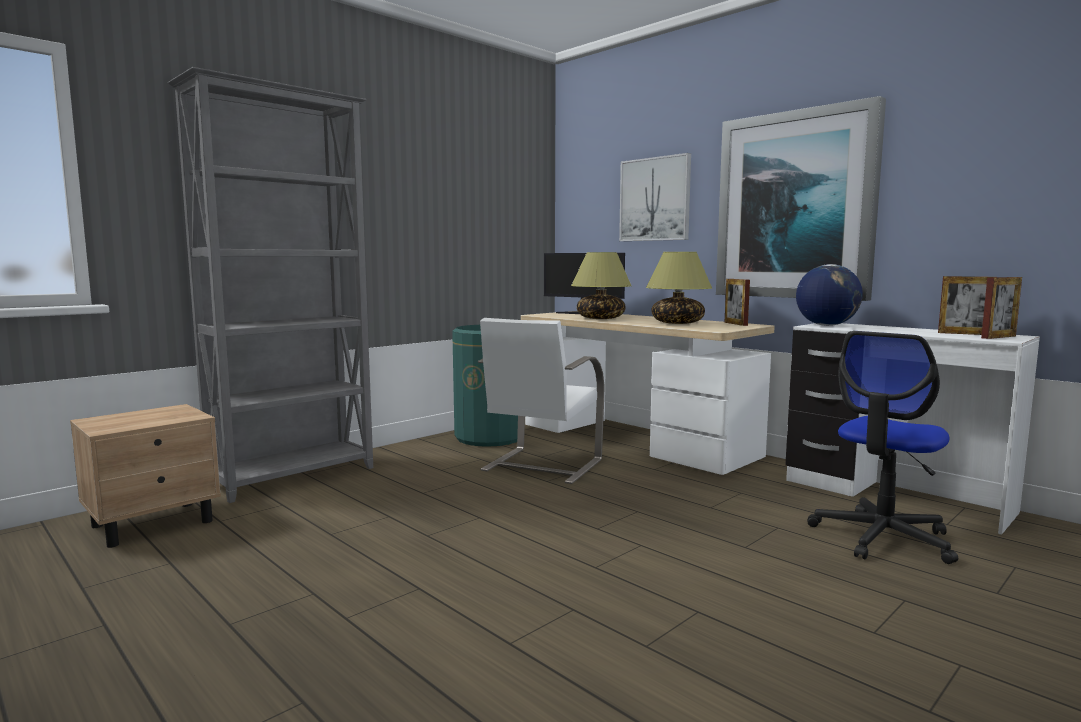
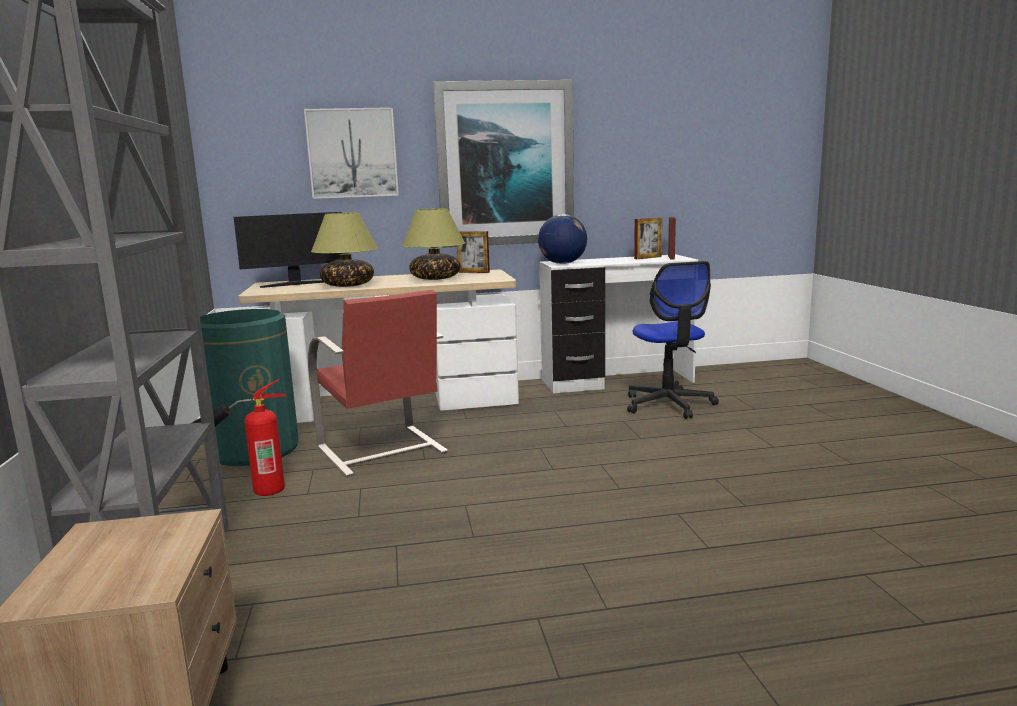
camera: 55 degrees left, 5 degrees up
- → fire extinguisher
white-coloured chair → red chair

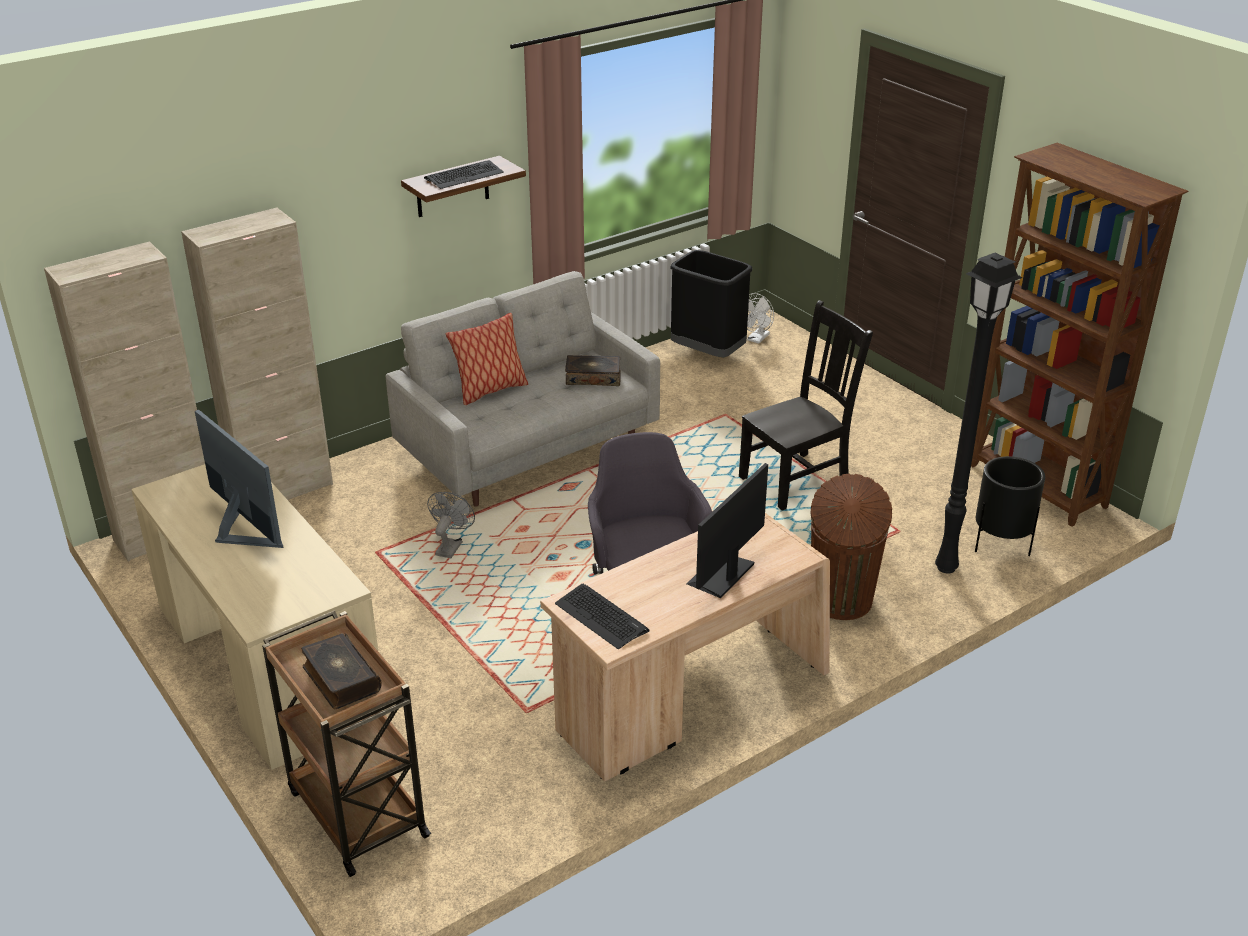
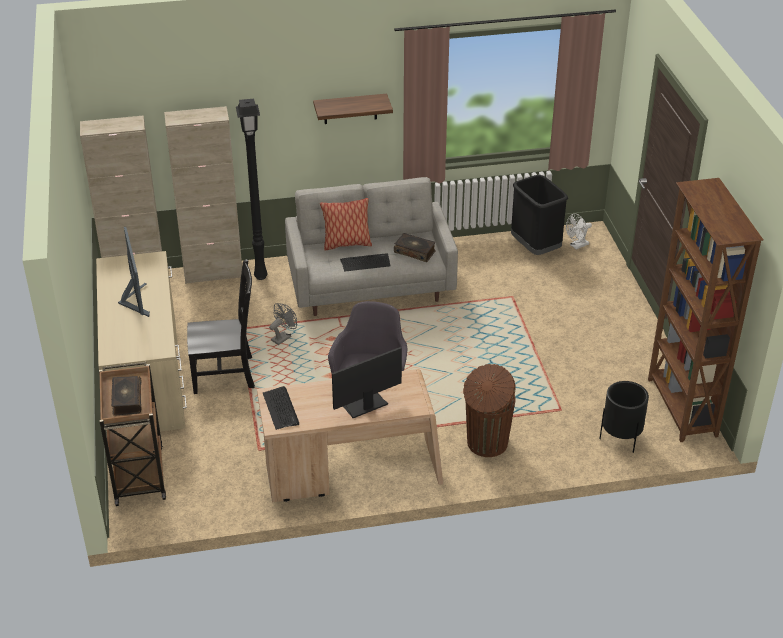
camera: 25 degrees right, 5 degrees up
PC keyboard (1st from left in the first image) → PC keyboard (2nd from left), moved
black chair, moved
black standard lamp, moved

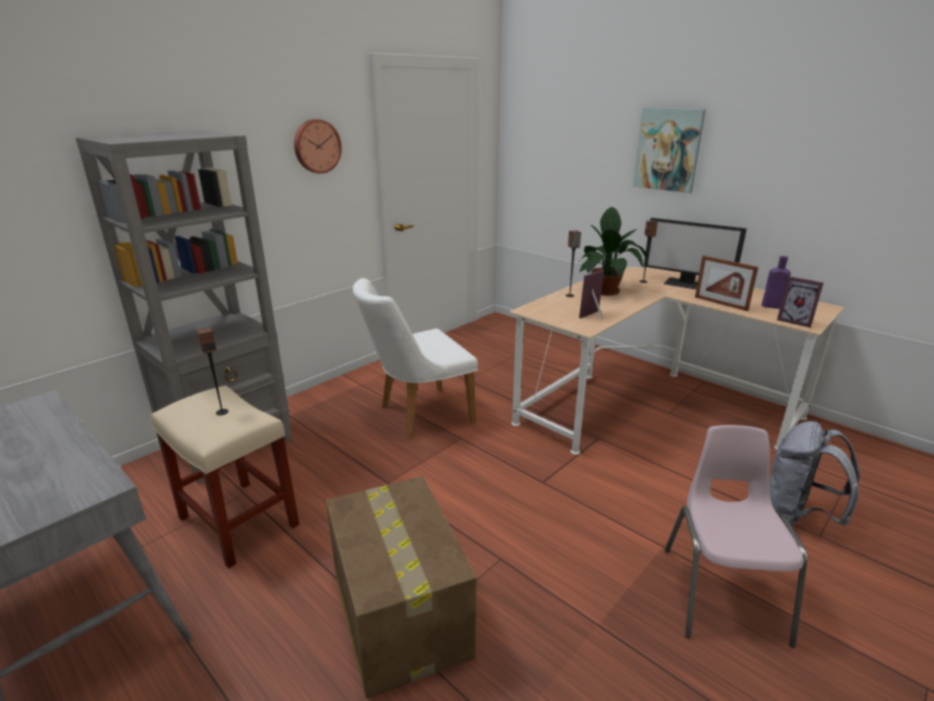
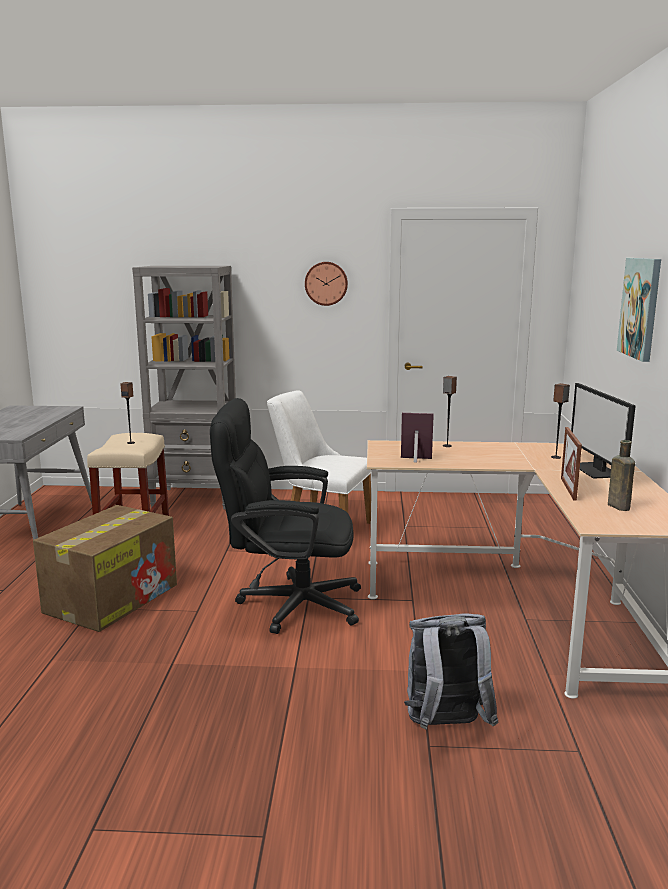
camera: 50 degrees right, 10 degrees down
plant in a pot → -
pinkish chair → -
photo frame (3rd from left) → -
- → black desk chair
purplish beverage bottle → brown beverage bottle

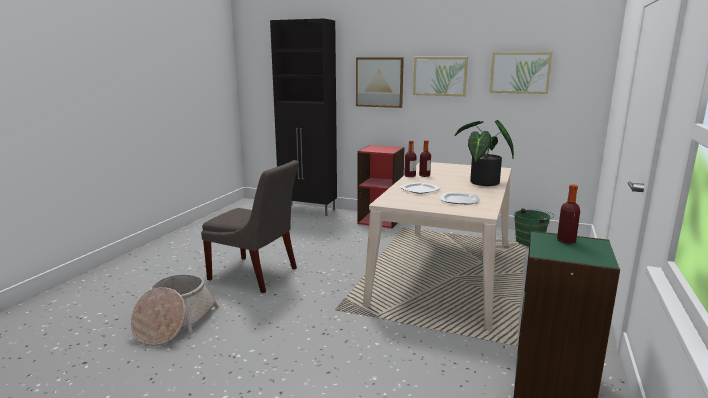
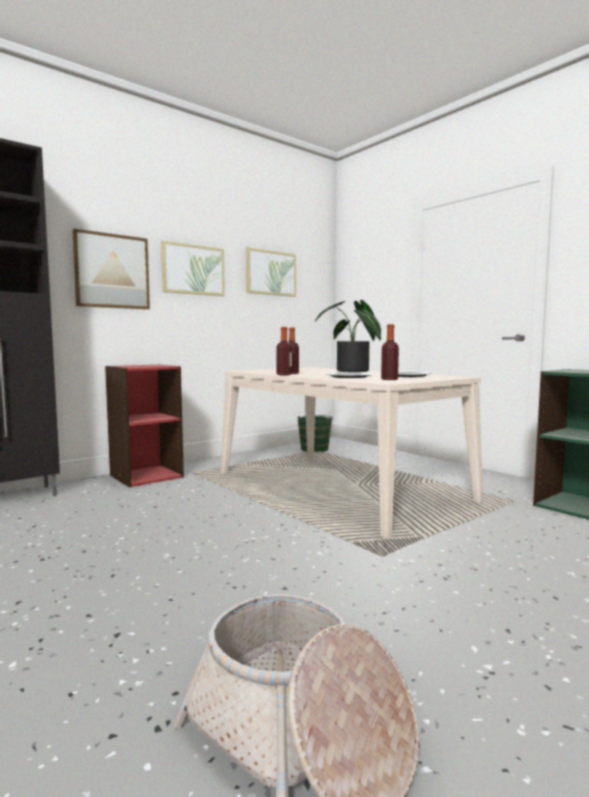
camera: 60 degrees left, 10 degrees down
gray chair → -
beverage bottle (3rd from left), moved

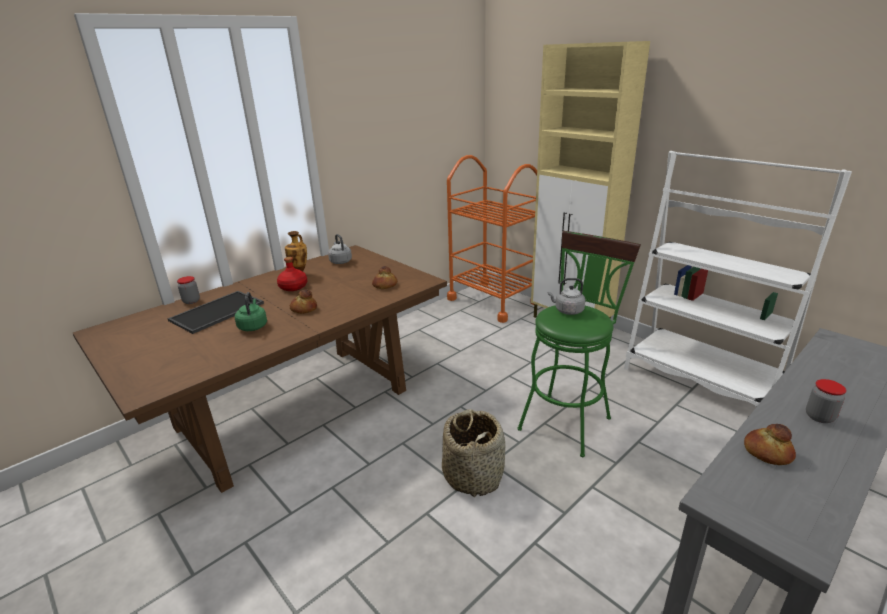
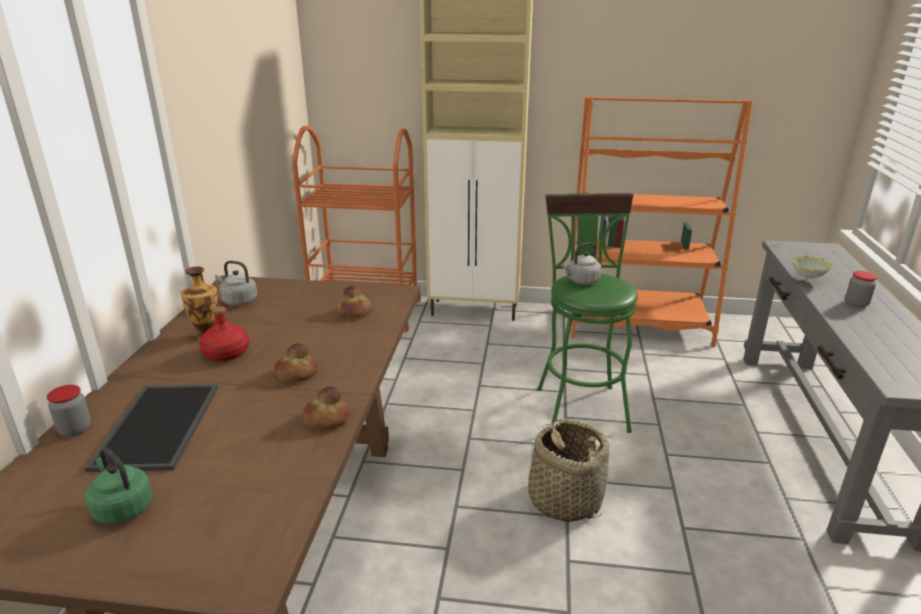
camera: 40 degrees left, 0 degrees up
- → deep dish
green-coloured tea kettle, moved
bakery bread (3rd from left in the first image) → bakery bread (2nd from left), moved
white-coloured shelving unit → orange-coloured shelving unit

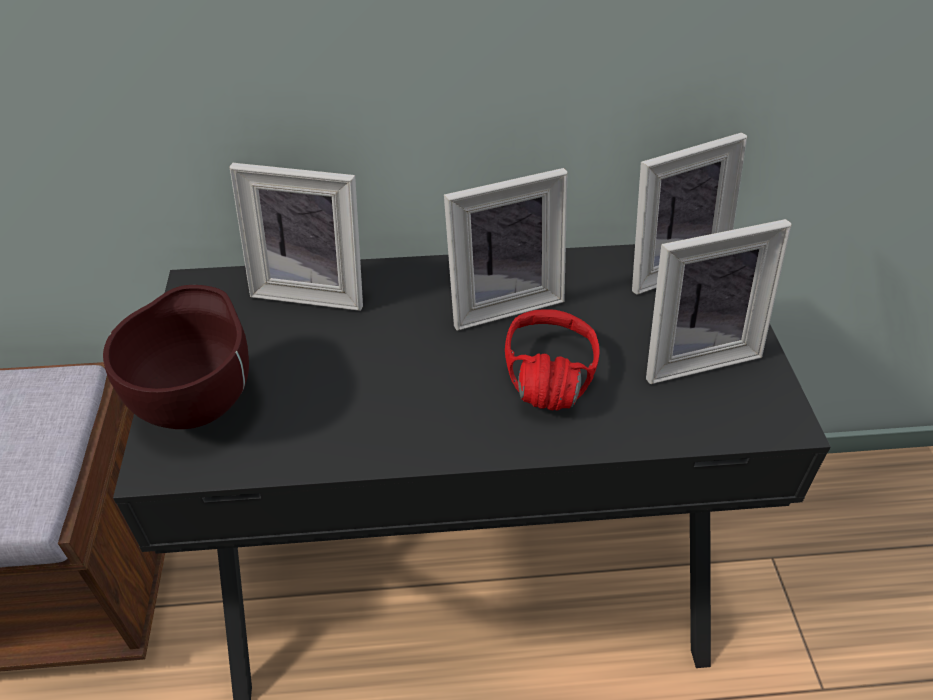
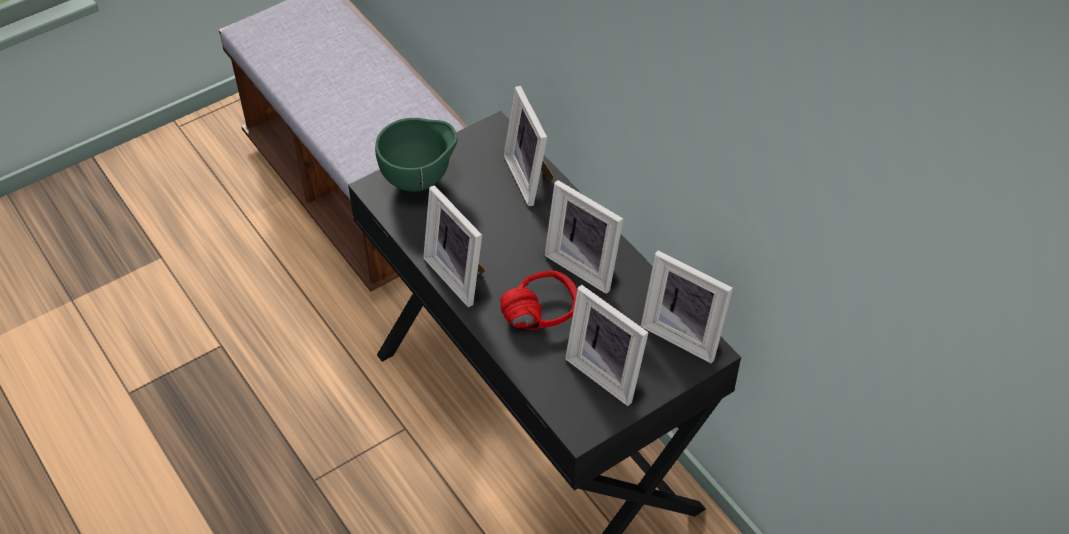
camera: 60 degrees right, 5 degrees up
- → photo frame (1st from left)
brown deep dish → green-coloured deep dish

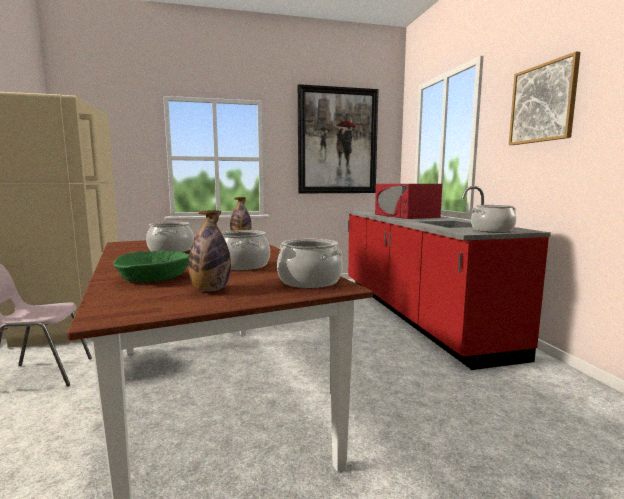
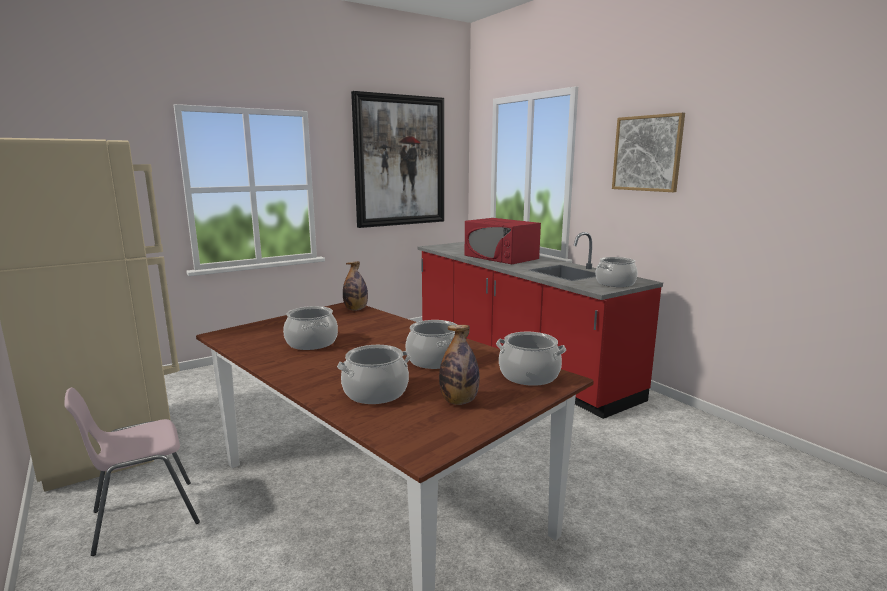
camera: 20 degrees left, 5 degrees up
green-coloured deep dish → stockpot (2nd from left)

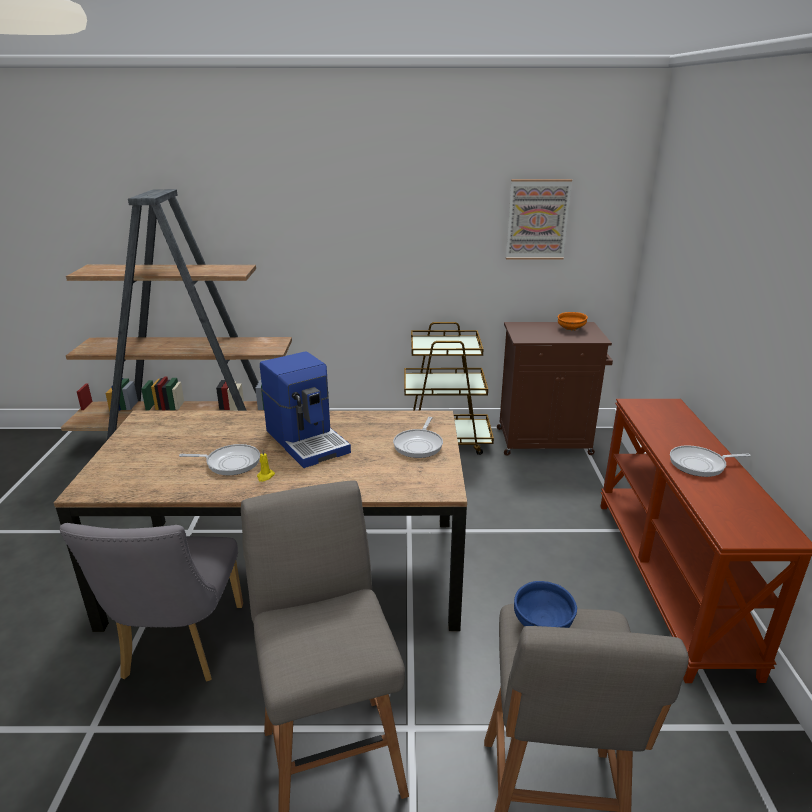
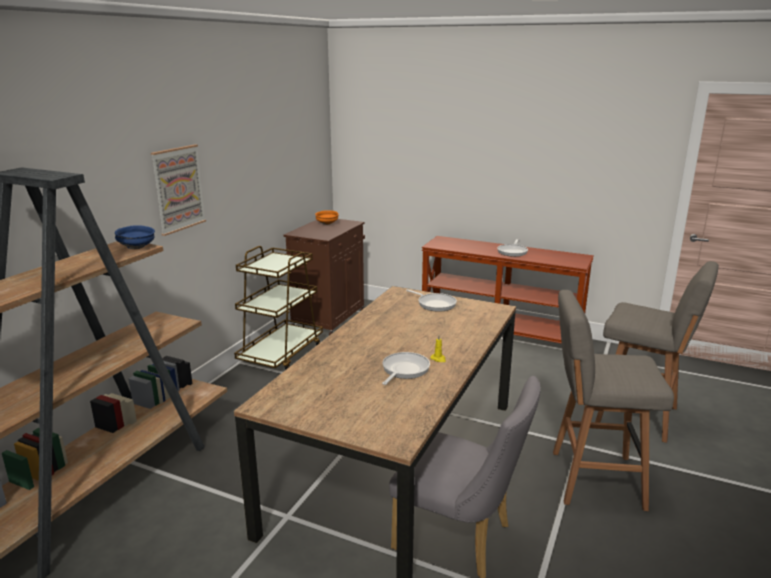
camera: 65 degrees left, 5 degrees down
coffee brewer → -
picture, moved
bluish deep dish, moved

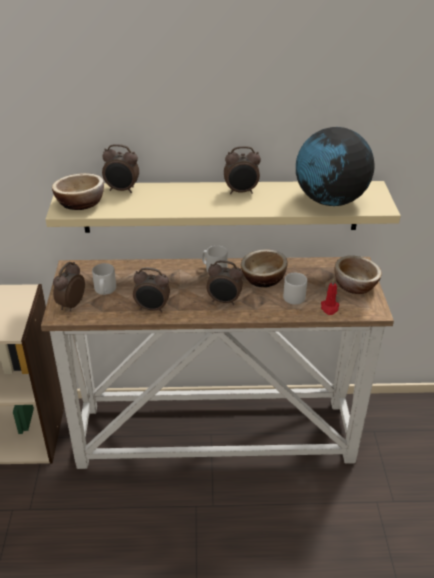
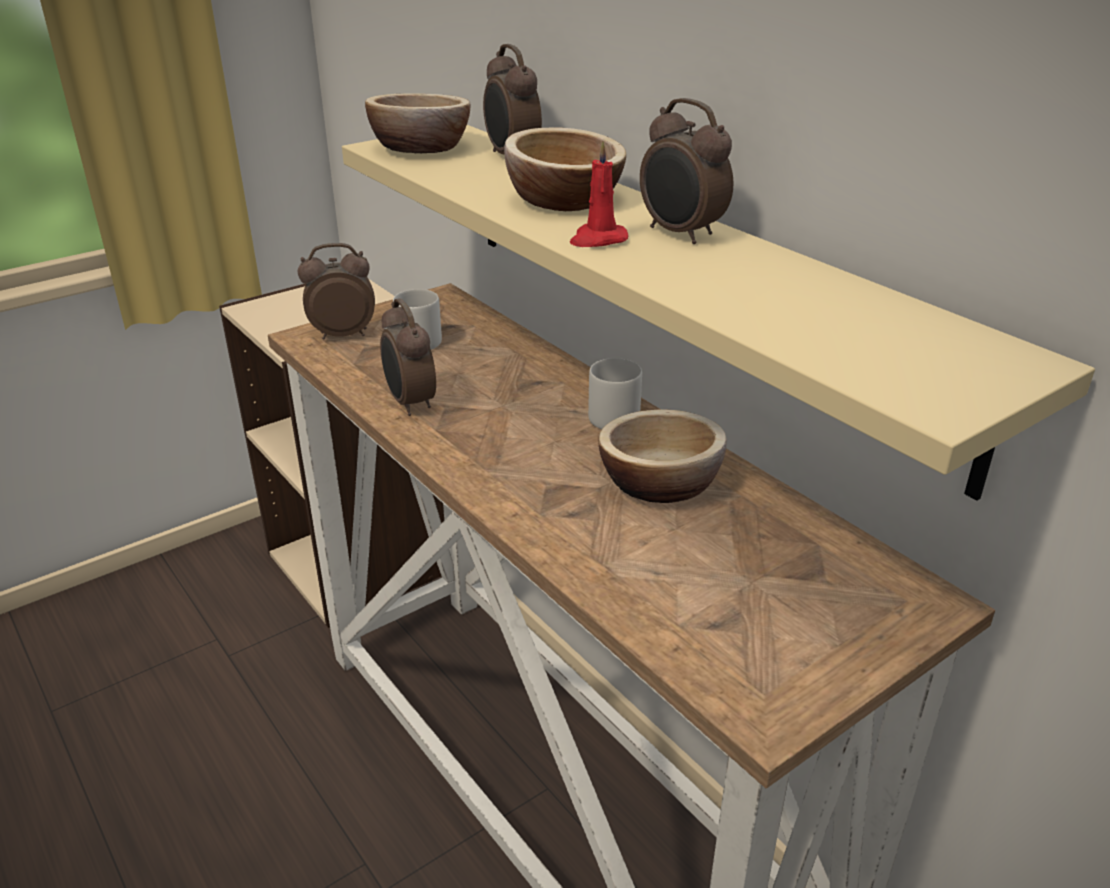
camera: 55 degrees right, 5 degrees down
table clock (4th from left) → -
gray mug (3rd from left) → -
globe → -
red wax light, moved
deep dish (3rd from left in the first image) → deep dish (2nd from left), moved

